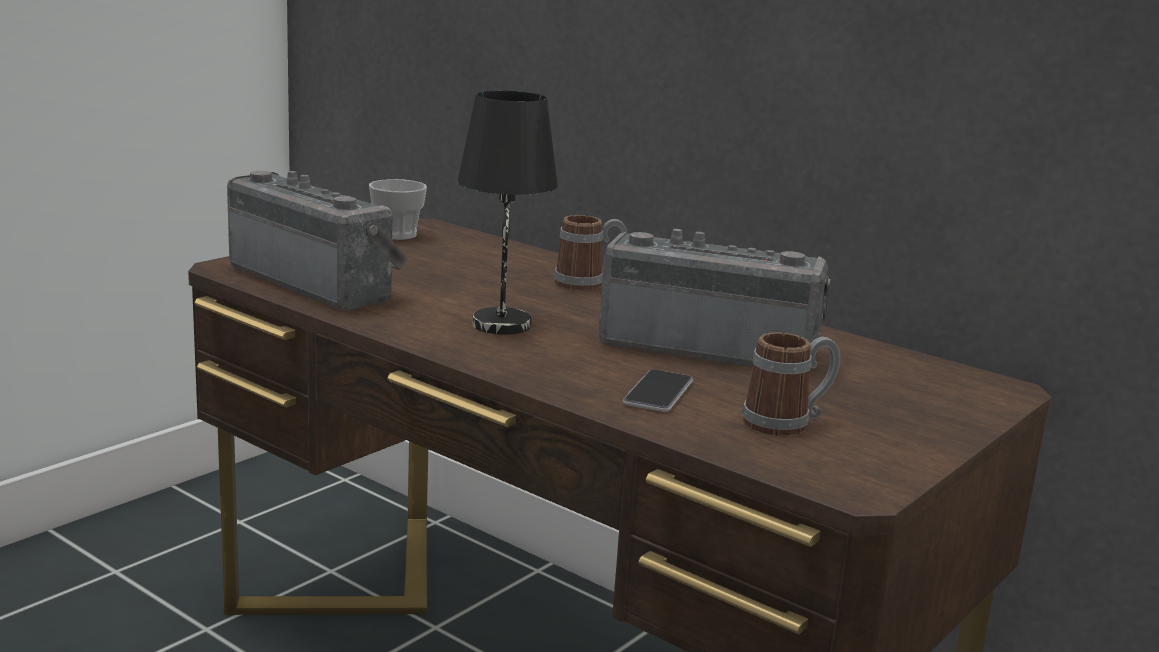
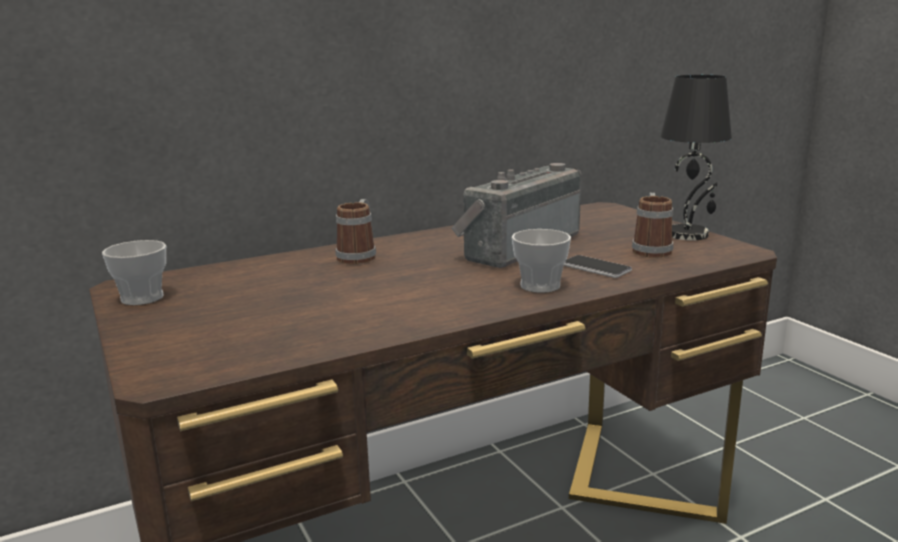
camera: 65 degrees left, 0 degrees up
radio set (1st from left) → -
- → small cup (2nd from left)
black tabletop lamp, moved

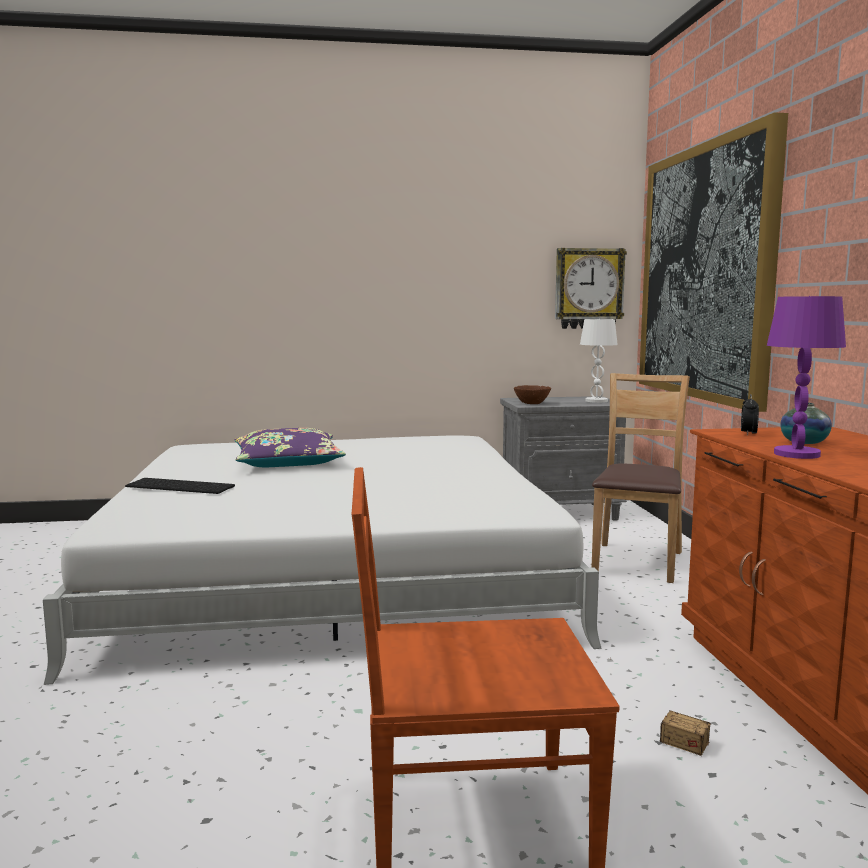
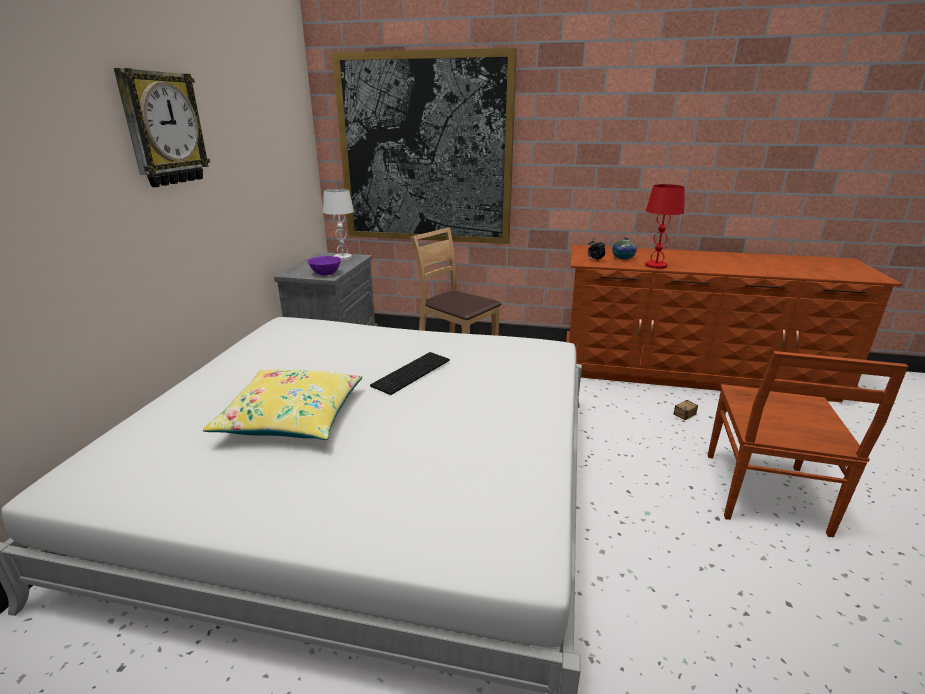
camera: 70 degrees left, 15 degrees up
PC keyboard, moved
wall clock, moved
purplish cushion → yellow cushion
brown deep dish → purplish deep dish
purplish tabletop lamp → red tabletop lamp

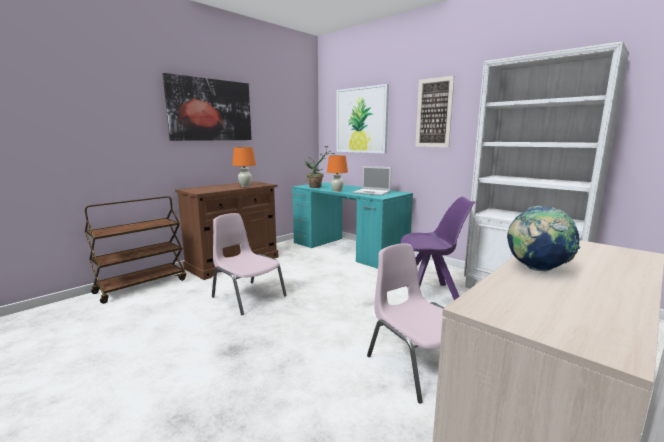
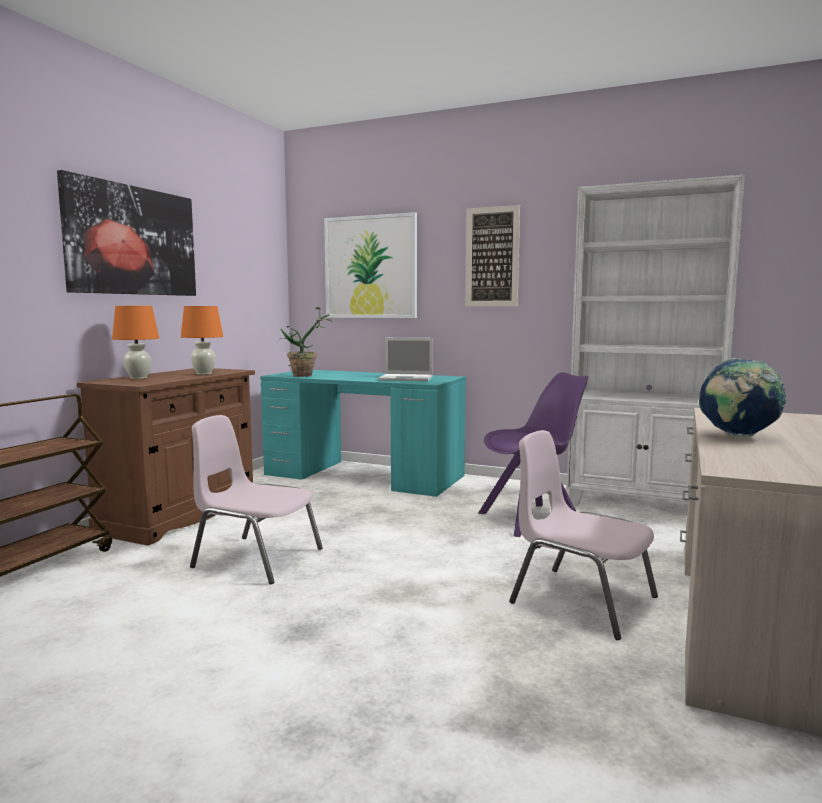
camera: 20 degrees left, 5 degrees down
orange-coloured tabletop lamp (2nd from left in the first image) → orange-coloured tabletop lamp (1st from left), moved

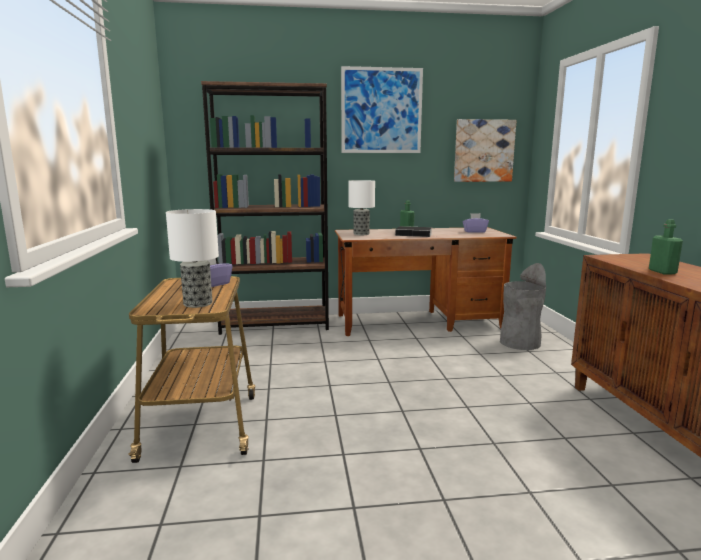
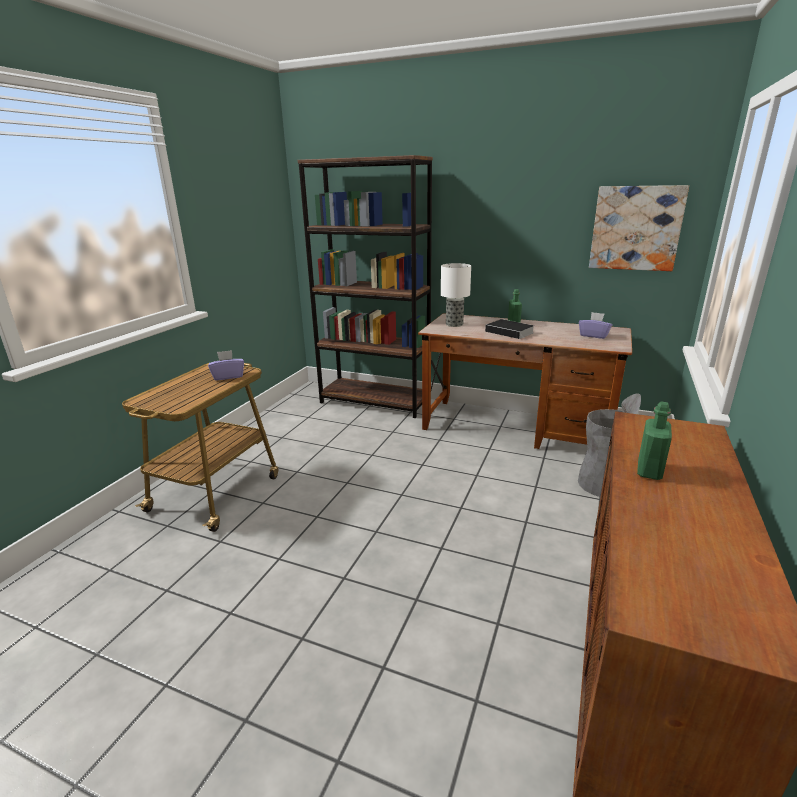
camera: 30 degrees right, 10 degrees up
tabletop lamp (1st from left) → -
picture (1st from left) → -

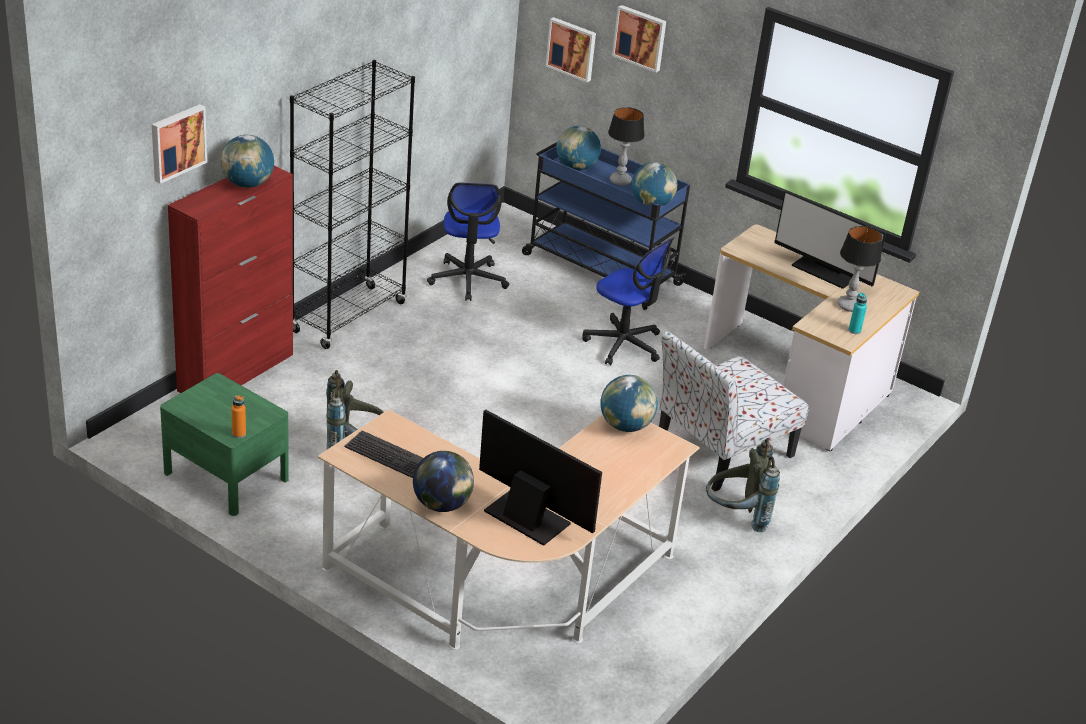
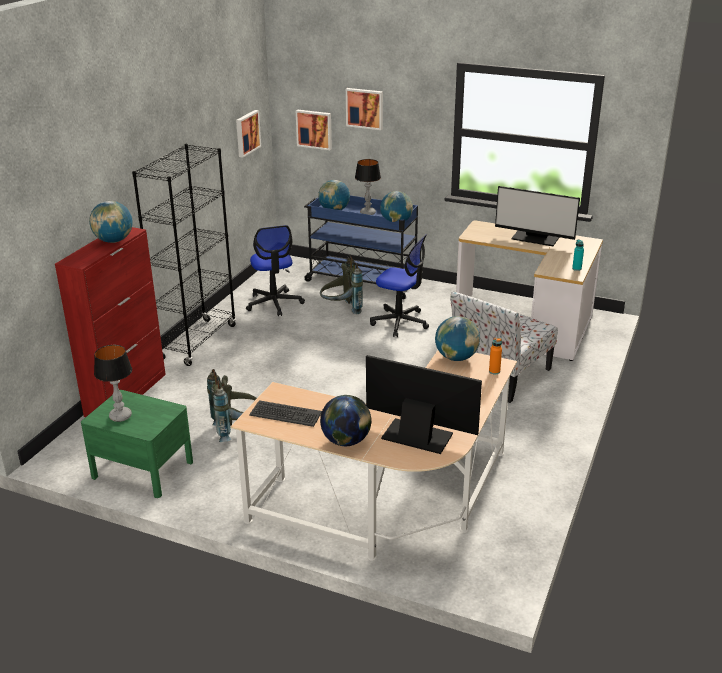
camera: 10 degrees left, 5 degrees down
picture (1st from left), moved
orange-coloured beverage bottle, moved
gray backpack (2nd from left), moved
tabletop lamp (2nd from left in the first image) → tabletop lamp (1st from left), moved

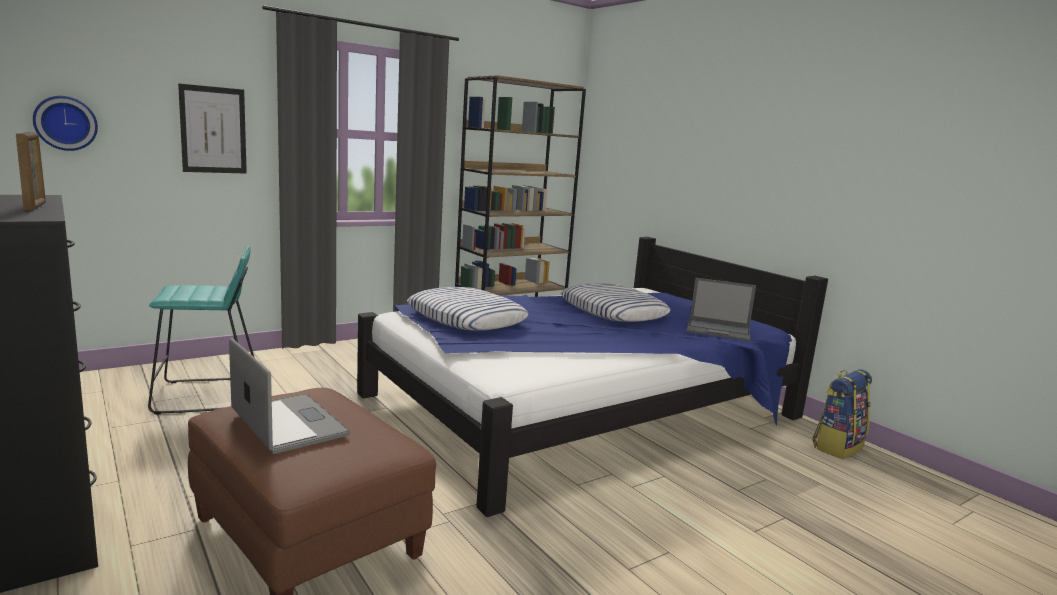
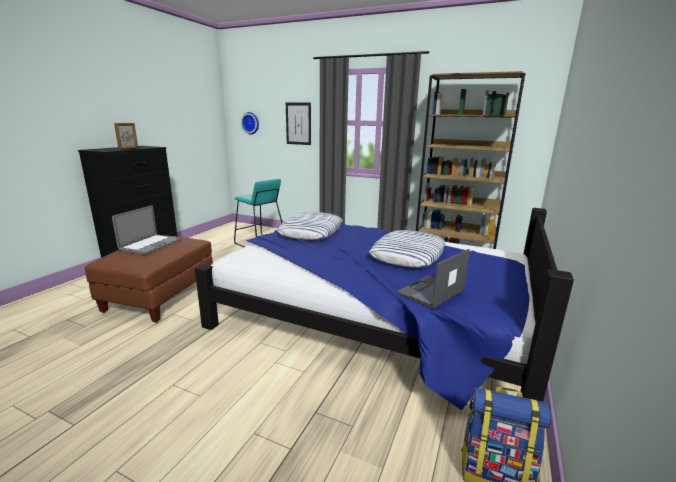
camera: 60 degrees right, 5 degrees up
laptop (2nd from left), 60 degrees clockwise

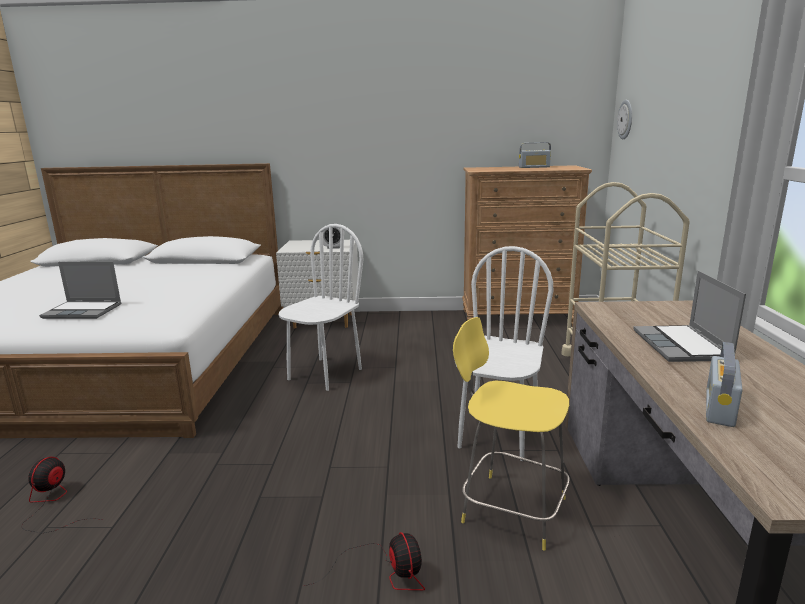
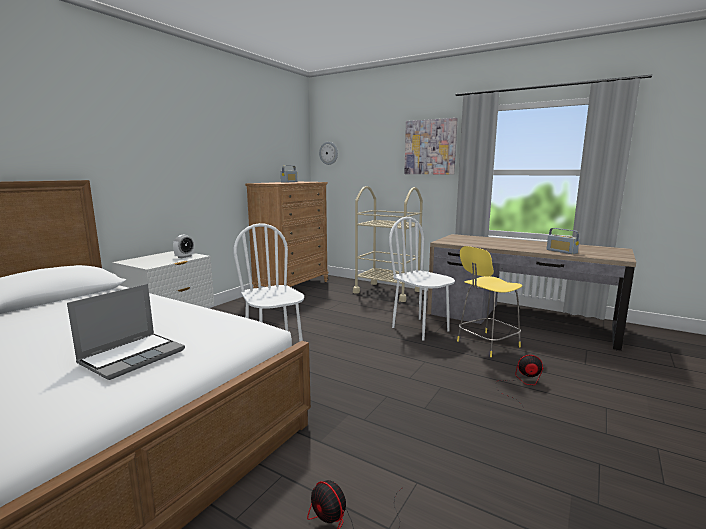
camera: 60 degrees left, 5 degrees down
laptop (2nd from left) → -
- → picture

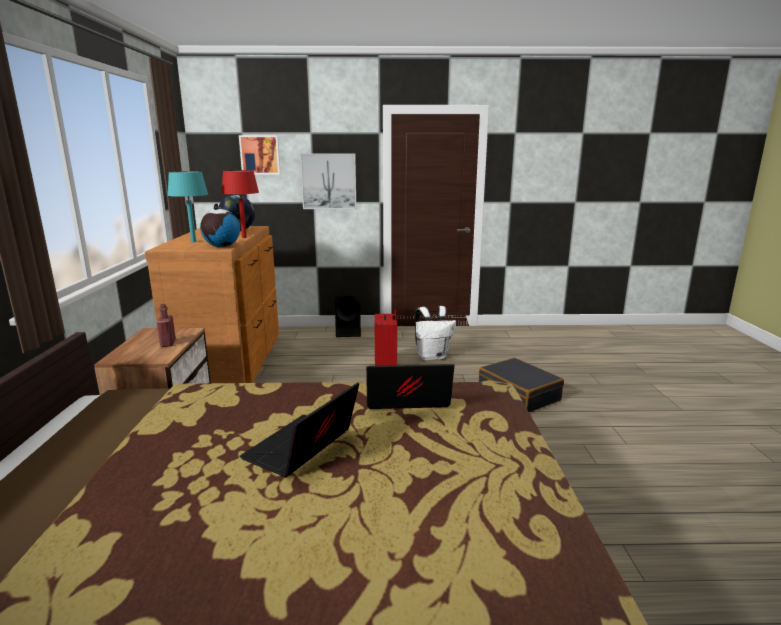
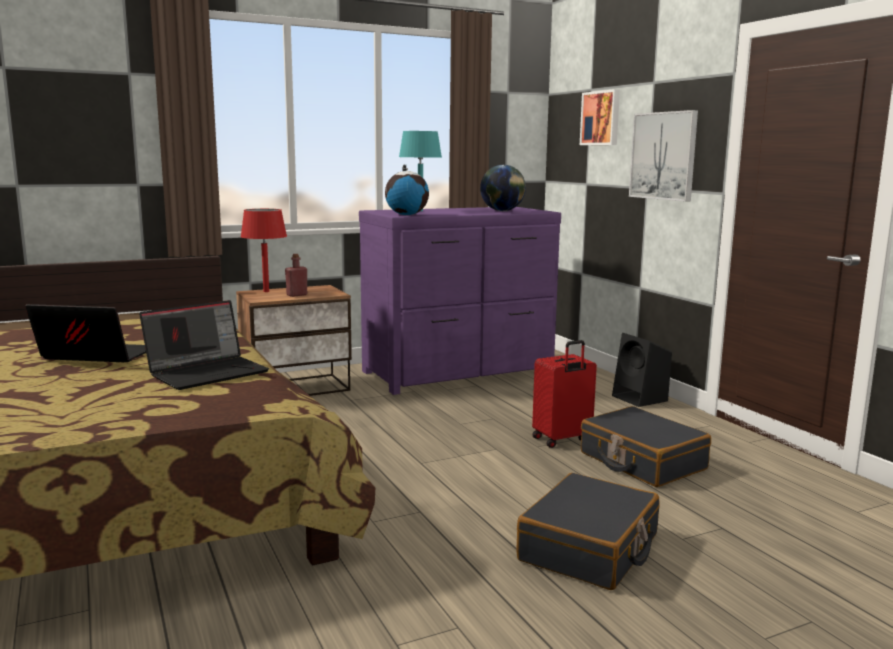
camera: 65 degrees right, 5 degrees down
red tabletop lamp, moved
white-coloured backpack → black travel case (2nd from left)
brown chest of drawers → purplish chest of drawers
laptop (2nd from left), 75 degrees clockwise

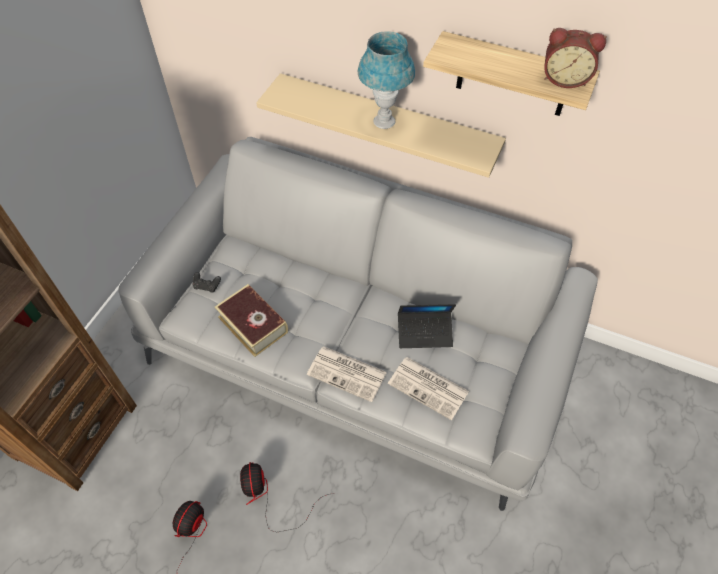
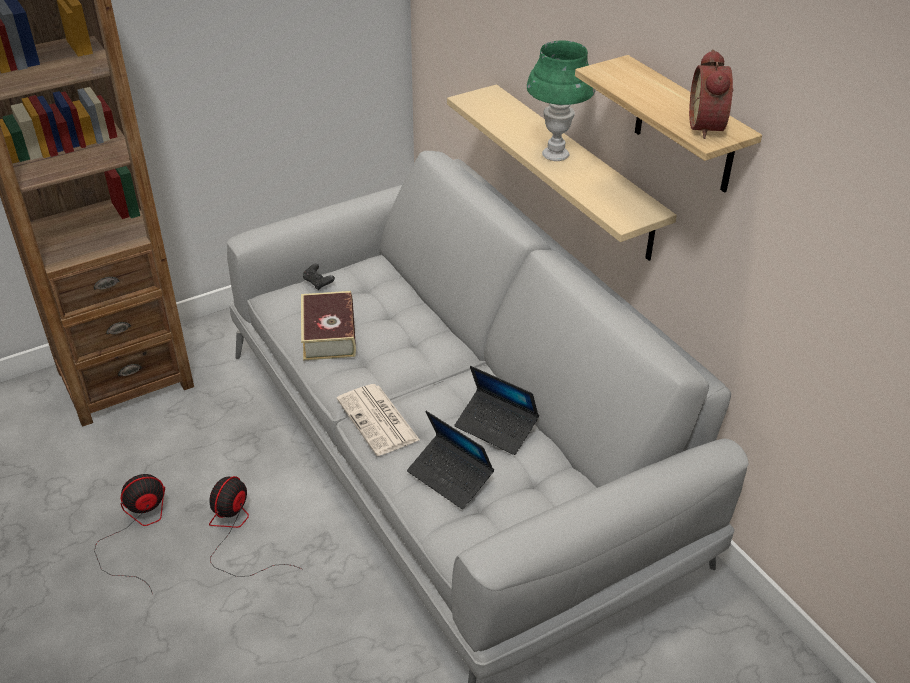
camera: 35 degrees right, 15 degrees down
newspaper (2nd from left) → laptop (1st from left)
bluish tabletop lamp → green-coloured tabletop lamp
table clock, 45 degrees clockwise

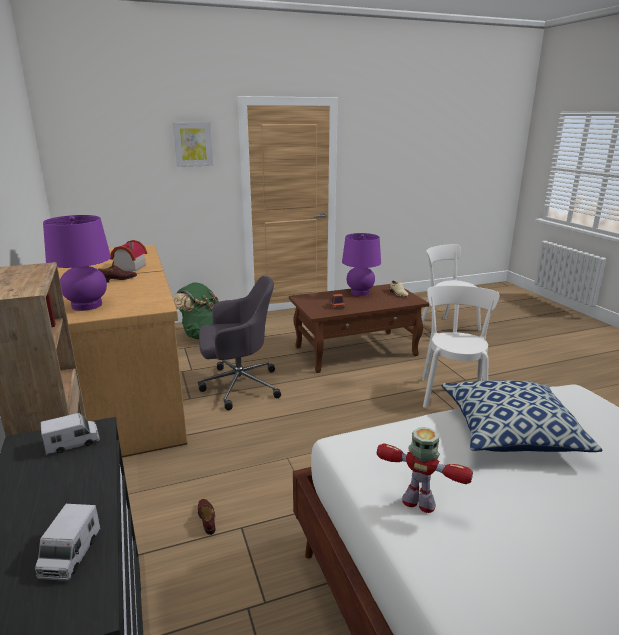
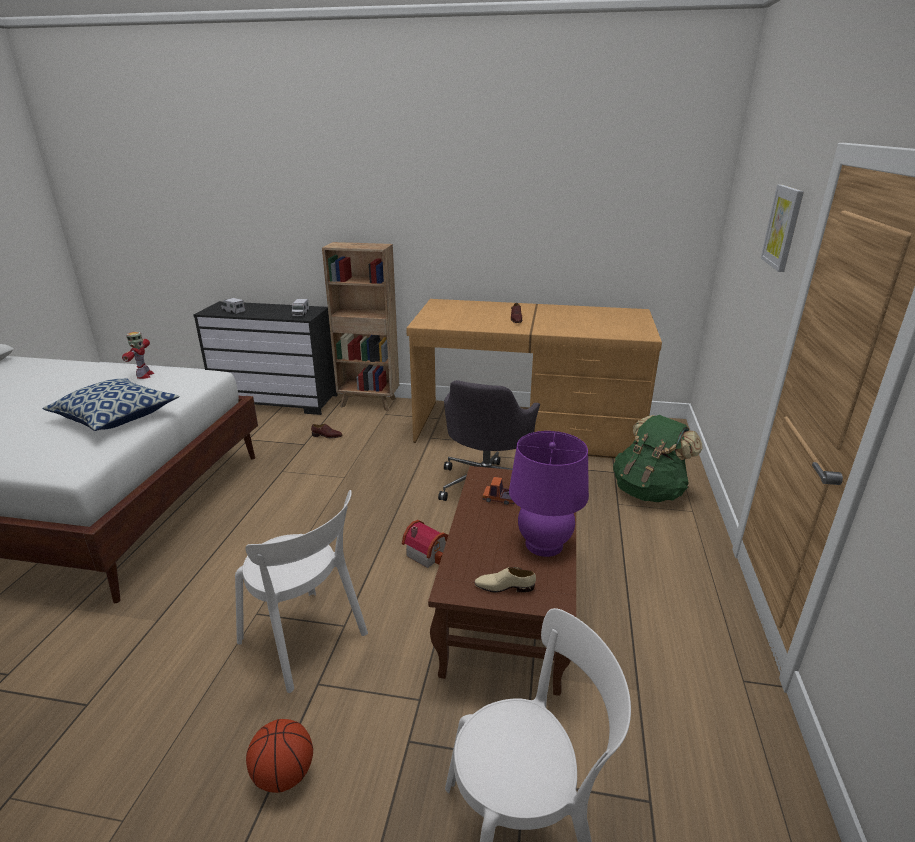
camera: 120 degrees right, 5 degrees up
purplish tabletop lamp (1st from left) → -
- → basketball
toy house, moved
robot figure, 60 degrees counterclockwise

